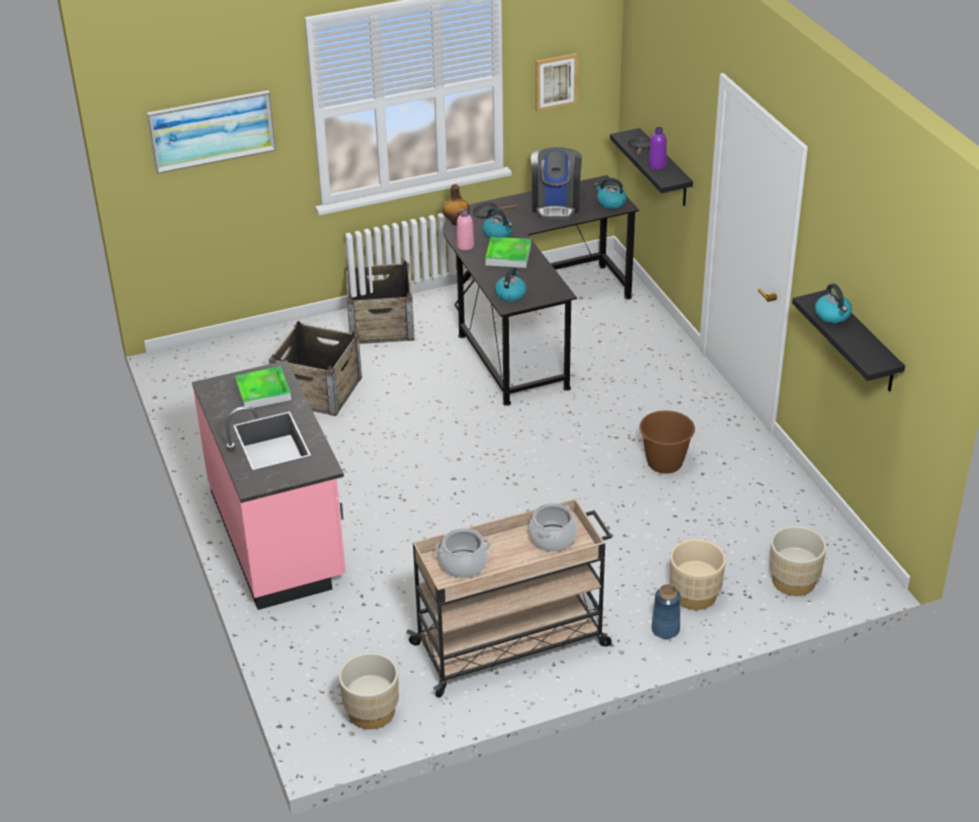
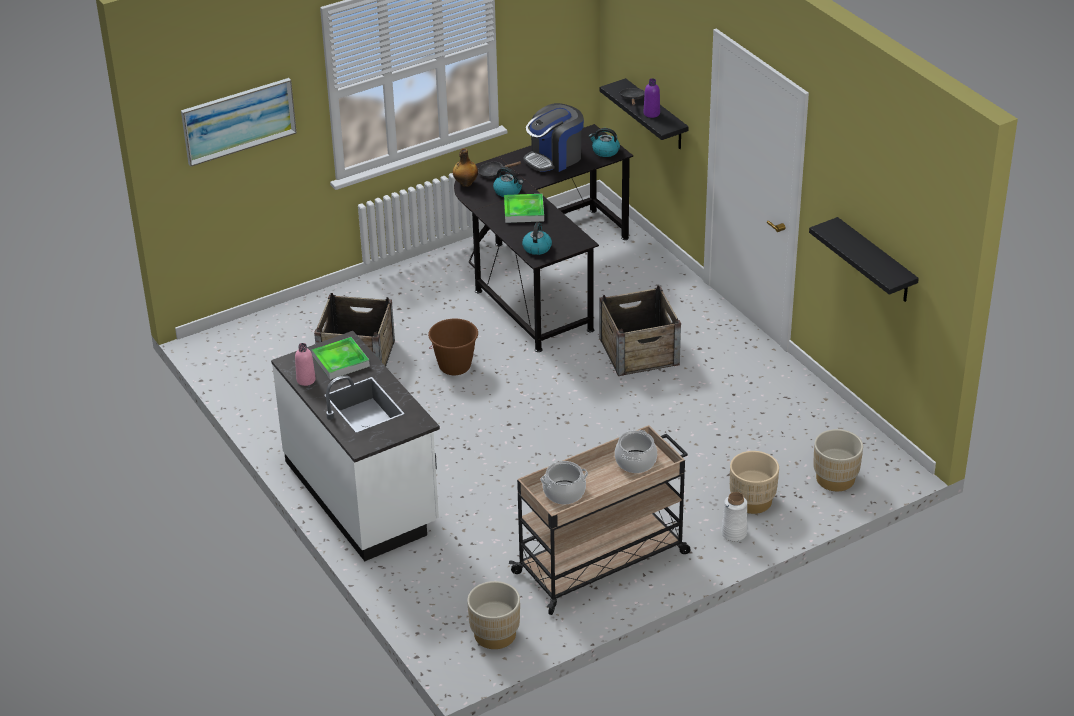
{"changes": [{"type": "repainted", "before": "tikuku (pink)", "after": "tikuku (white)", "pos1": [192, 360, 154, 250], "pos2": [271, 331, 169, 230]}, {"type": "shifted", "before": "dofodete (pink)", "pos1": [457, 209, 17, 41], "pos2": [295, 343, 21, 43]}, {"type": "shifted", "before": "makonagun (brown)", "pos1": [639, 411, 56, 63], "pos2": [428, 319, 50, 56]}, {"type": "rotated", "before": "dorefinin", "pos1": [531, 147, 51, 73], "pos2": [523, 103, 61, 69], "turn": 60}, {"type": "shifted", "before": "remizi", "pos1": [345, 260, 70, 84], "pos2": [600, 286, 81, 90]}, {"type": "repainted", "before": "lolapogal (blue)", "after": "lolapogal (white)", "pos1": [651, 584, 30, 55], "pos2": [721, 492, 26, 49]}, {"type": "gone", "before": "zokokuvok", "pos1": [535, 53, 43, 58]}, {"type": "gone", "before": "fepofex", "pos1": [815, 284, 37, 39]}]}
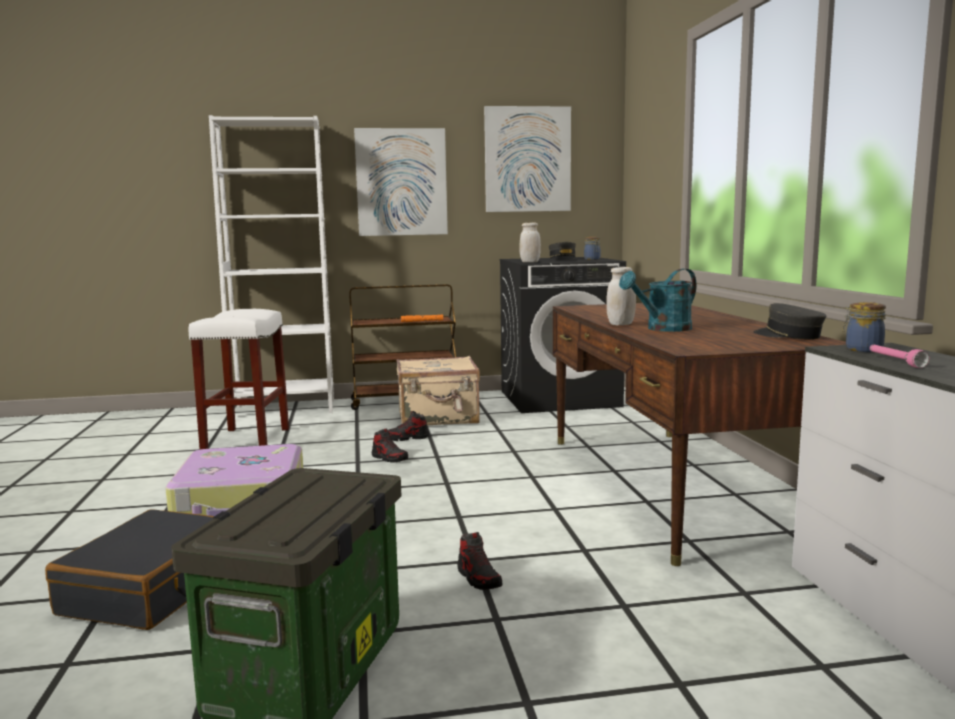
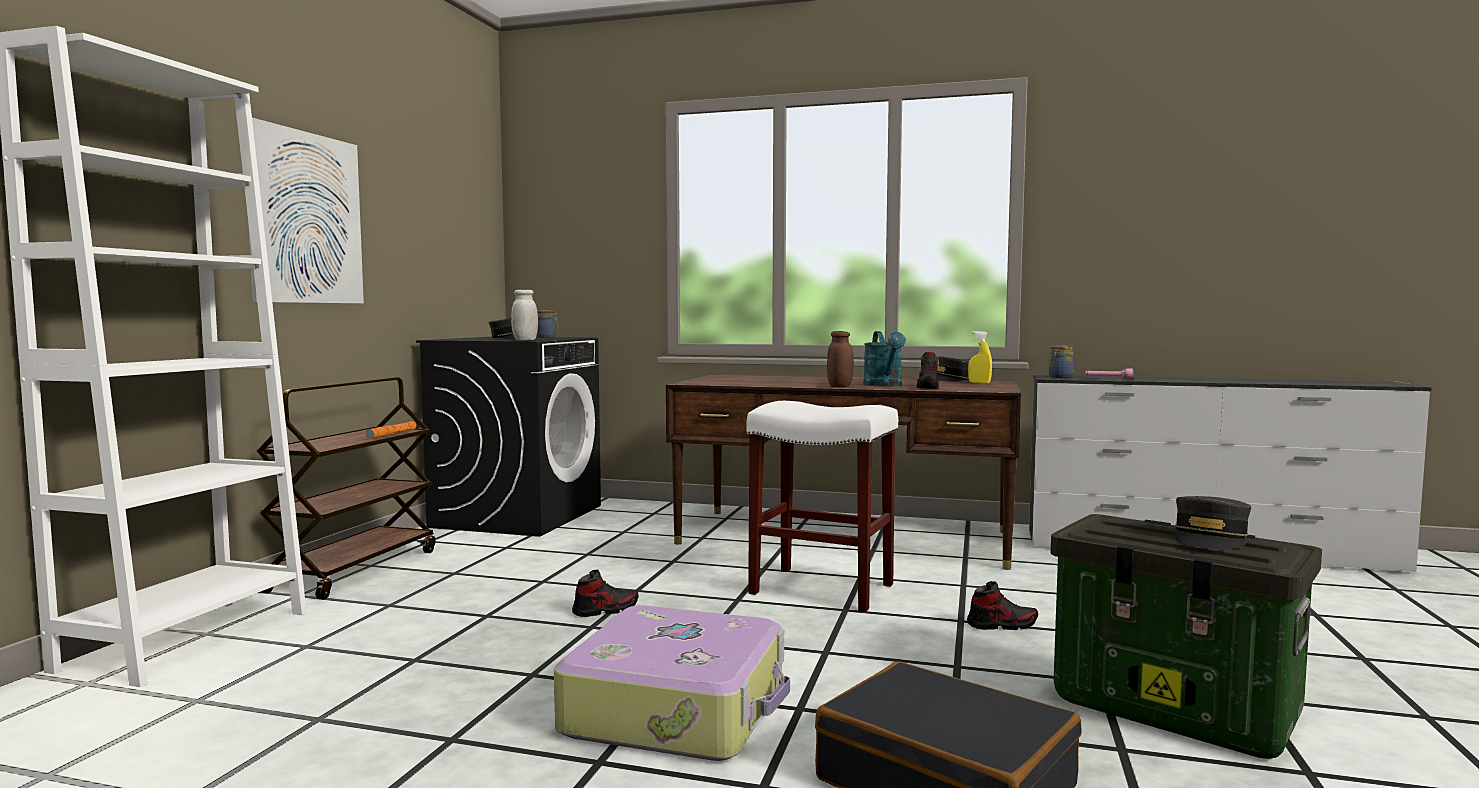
{"changes": [{"type": "shifted", "before": "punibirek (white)", "pos1": [189, 309, 100, 140], "pos2": [747, 401, 151, 211]}, {"type": "repainted", "before": "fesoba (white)", "after": "fesoba (brown)", "pos1": [606, 267, 30, 58], "pos2": [827, 331, 27, 56]}, {"type": "shifted", "before": "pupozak", "pos1": [388, 411, 41, 30], "pos2": [917, 352, 22, 37]}, {"type": "new", "after": "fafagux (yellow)", "pos2": [968, 331, 24, 53]}, {"type": "new", "after": "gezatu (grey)", "pos2": [1173, 496, 78, 54]}, {"type": "gone", "before": "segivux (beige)", "pos1": [396, 356, 84, 69]}, {"type": "gone", "before": "zokokuvok", "pos1": [484, 106, 87, 106]}]}
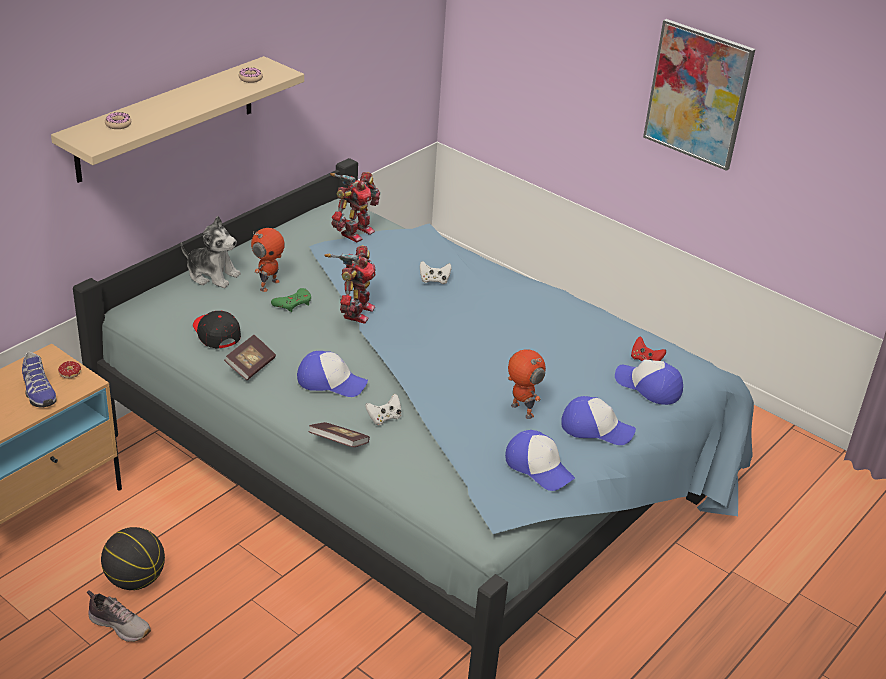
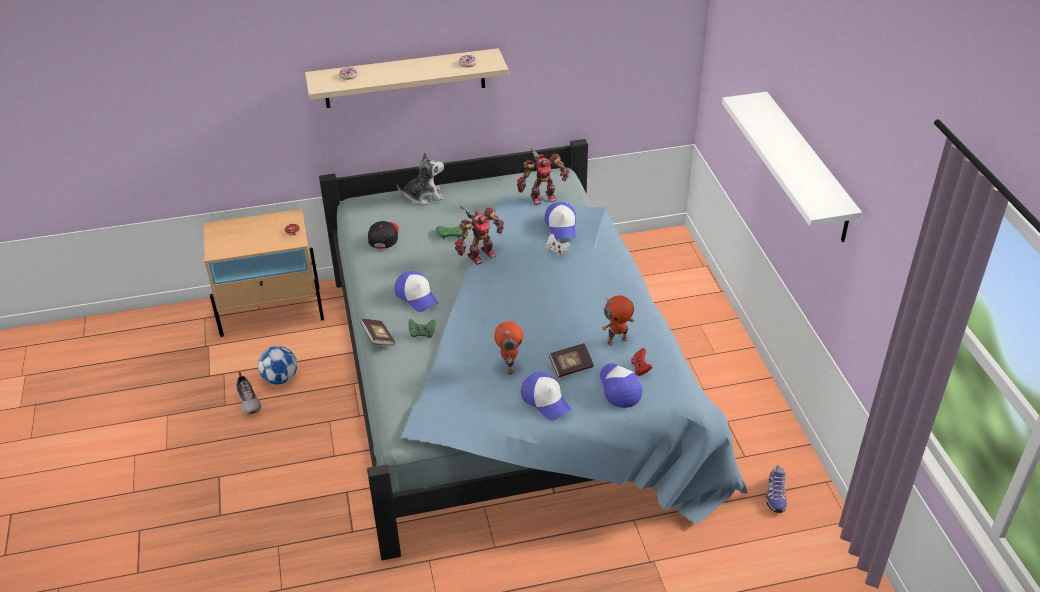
{"changes": [{"type": "swapped", "before": "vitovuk", "after": "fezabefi", "pos1": [101, 527, 64, 63], "pos2": [258, 346, 39, 38]}, {"type": "rotated", "before": "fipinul", "pos1": [181, 216, 60, 72], "pos2": [397, 152, 47, 53], "turn": -75}, {"type": "repainted", "before": "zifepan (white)", "after": "zifepan (green)", "pos1": [365, 394, 36, 31], "pos2": [408, 319, 28, 19]}, {"type": "shifted", "before": "gezatu", "pos1": [505, 430, 70, 61], "pos2": [545, 202, 31, 38]}, {"type": "shifted", "before": "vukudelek", "pos1": [224, 335, 52, 45], "pos2": [549, 343, 45, 35]}, {"type": "shifted", "before": "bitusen", "pos1": [251, 228, 34, 64], "pos2": [602, 296, 32, 50]}, {"type": "swapped", "before": "zokokuvok", "after": "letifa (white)", "pos1": [643, 19, 112, 152], "pos2": [722, 92, 140, 150]}, {"type": "shifted", "before": "pupozak", "pos1": [22, 352, 34, 56], "pos2": [766, 465, 21, 48]}]}
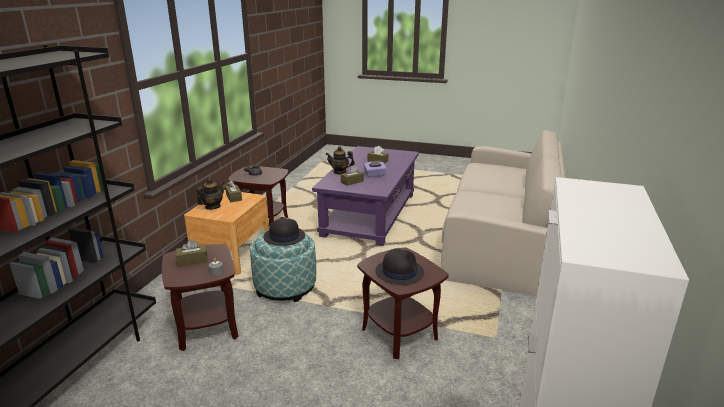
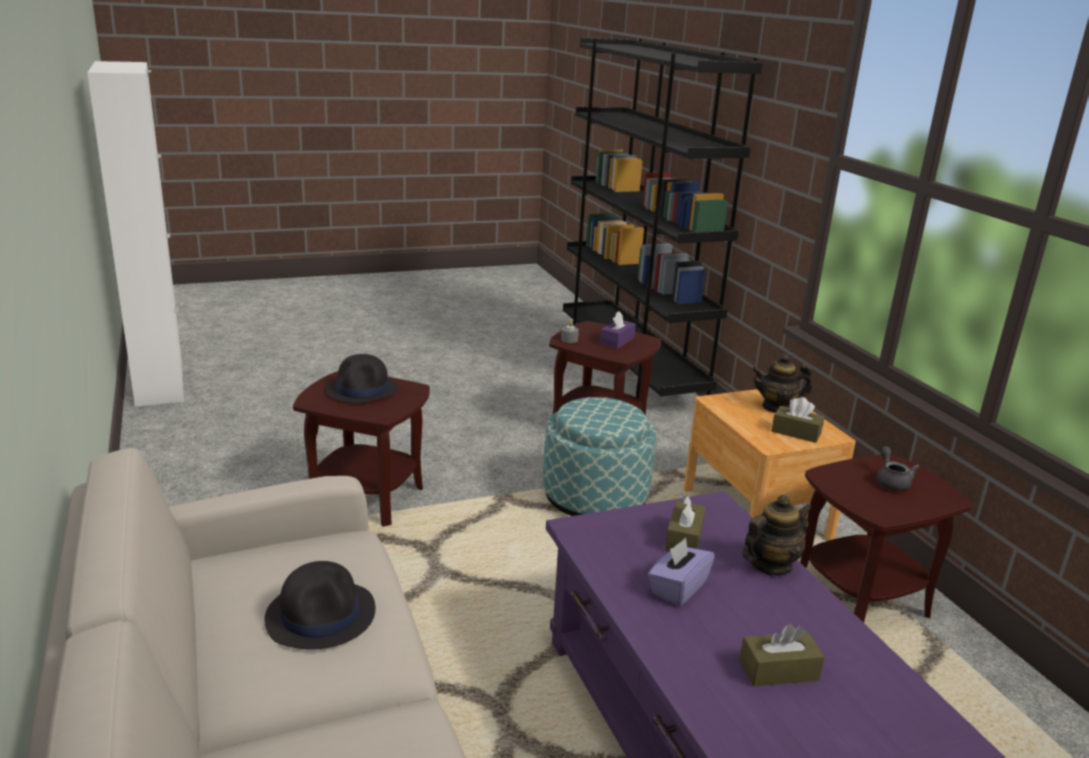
{"changes": [{"type": "shifted", "before": "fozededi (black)", "pos1": [263, 217, 42, 29], "pos2": [264, 561, 111, 89]}, {"type": "repainted", "before": "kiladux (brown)", "after": "kiladux (purple)", "pos1": [176, 239, 32, 28], "pos2": [600, 311, 36, 38]}, {"type": "rotated", "before": "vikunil", "pos1": [197, 178, 27, 32], "pos2": [752, 354, 60, 59], "turn": 90}]}
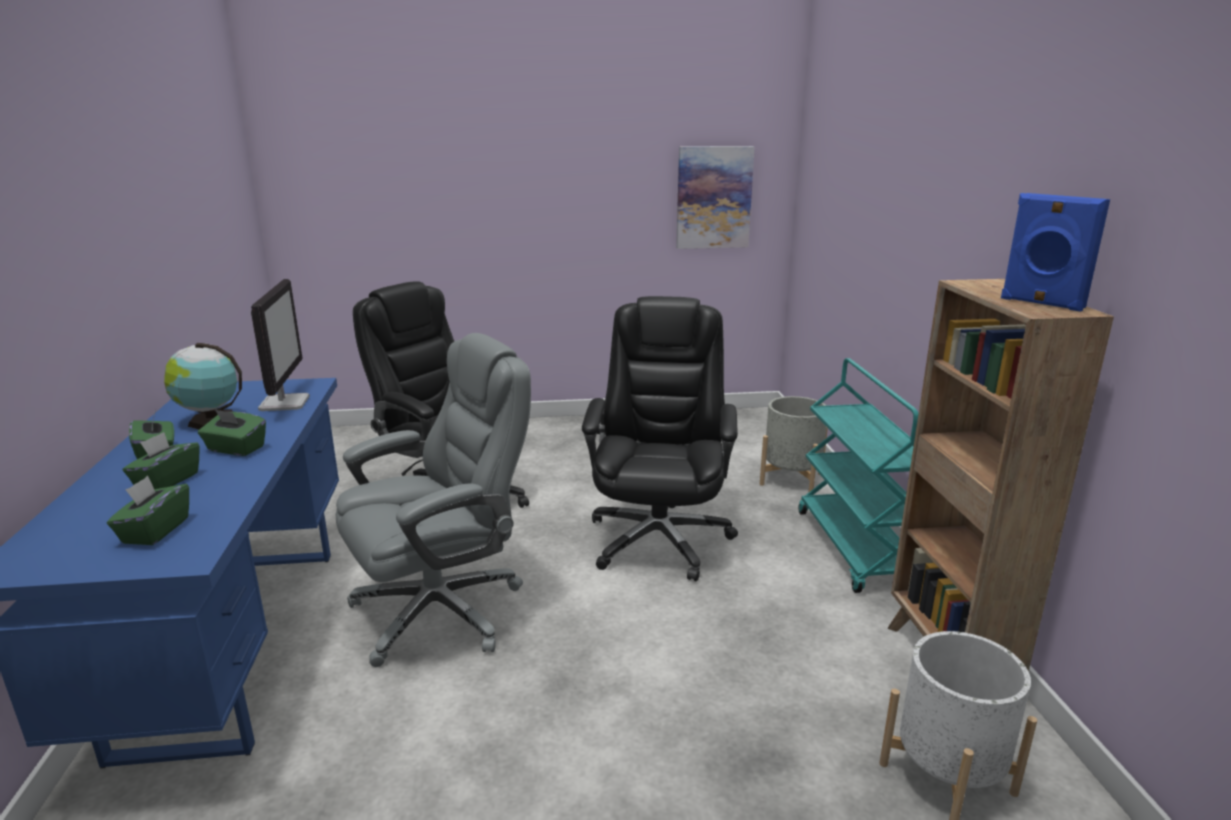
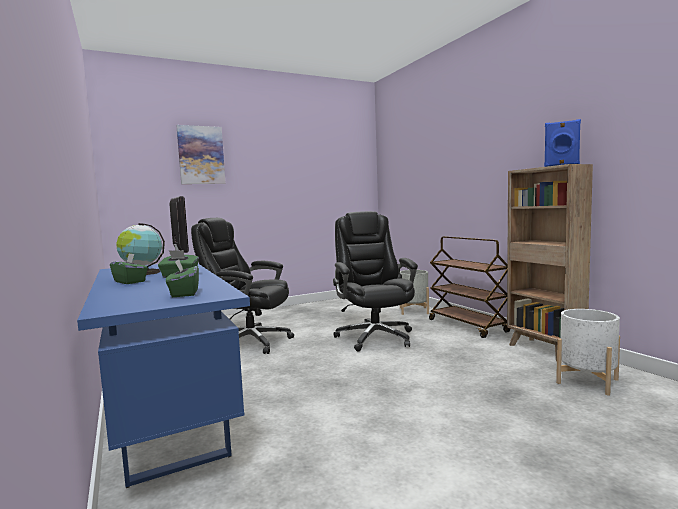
{"changes": [{"type": "shifted", "before": "zokokuvok", "pos1": [676, 146, 79, 103], "pos2": [176, 125, 50, 59]}, {"type": "repainted", "before": "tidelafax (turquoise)", "after": "tidelafax (brown)", "pos1": [798, 358, 121, 235], "pos2": [429, 236, 82, 102]}, {"type": "gone", "before": "kiladux (green)", "pos1": [123, 432, 77, 57]}, {"type": "gone", "before": "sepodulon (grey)", "pos1": [336, 333, 195, 334]}]}
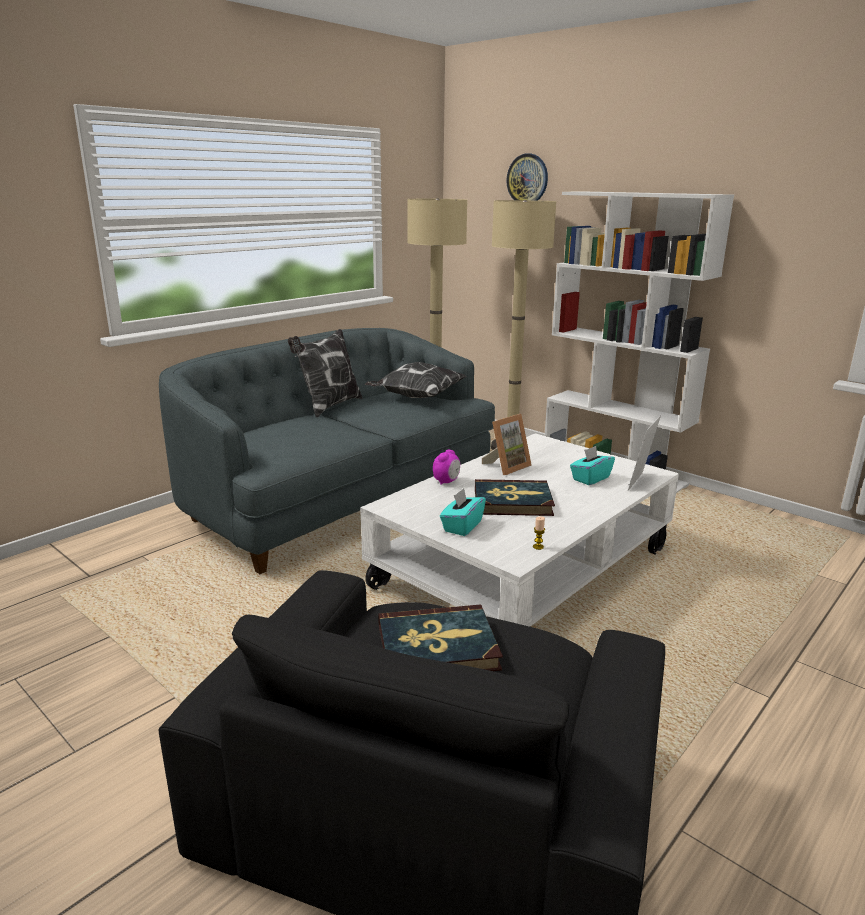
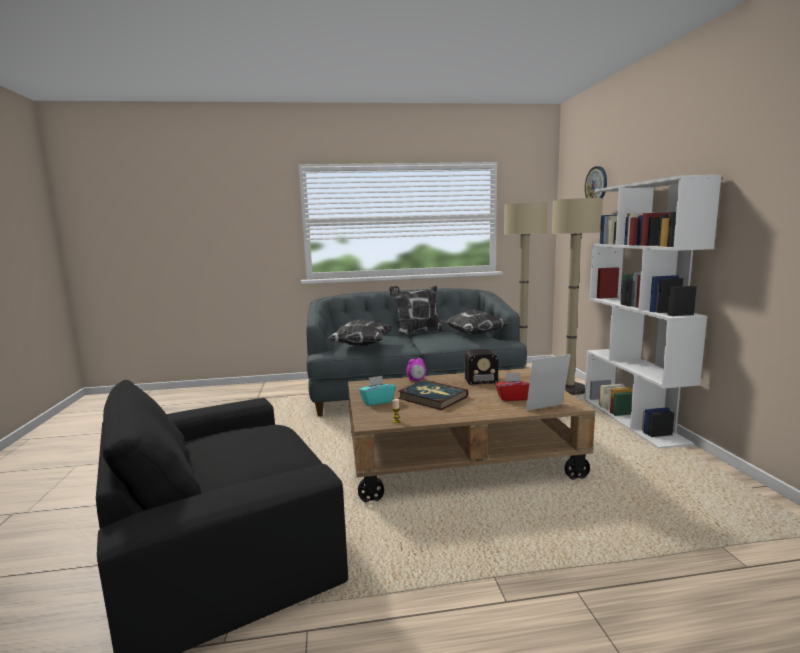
{"changes": [{"type": "new", "after": "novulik", "pos2": [327, 319, 67, 27]}, {"type": "repainted", "before": "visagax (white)", "after": "visagax (brown)", "pos1": [360, 433, 319, 194], "pos2": [348, 368, 247, 134]}, {"type": "swapped", "before": "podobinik", "after": "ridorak", "pos1": [482, 414, 50, 61], "pos2": [447, 349, 51, 37]}, {"type": "repainted", "before": "kiladux (turquoise)", "after": "kiladux (red)", "pos1": [570, 446, 45, 39], "pos2": [495, 373, 34, 28]}, {"type": "gone", "before": "vukudelek", "pos1": [378, 604, 125, 67]}]}
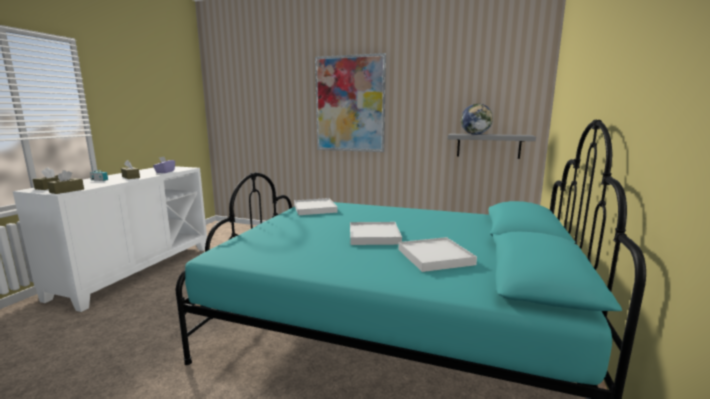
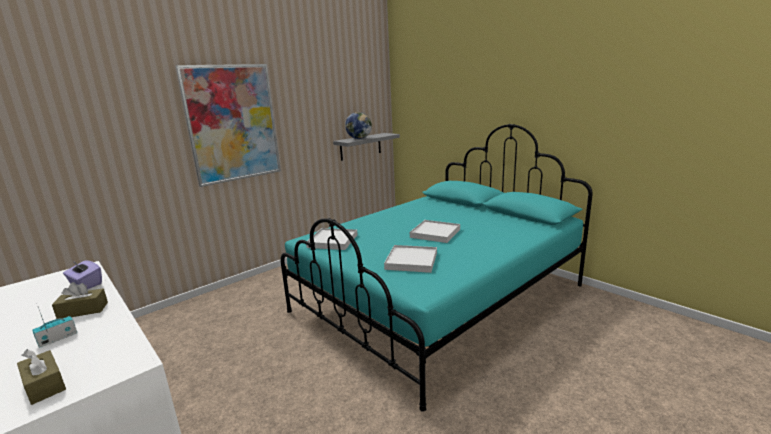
{"changes": [{"type": "shifted", "before": "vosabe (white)", "pos1": [399, 237, 78, 35], "pos2": [384, 245, 53, 28]}, {"type": "gone", "before": "kiladux (brown)", "pos1": [47, 170, 37, 24]}]}
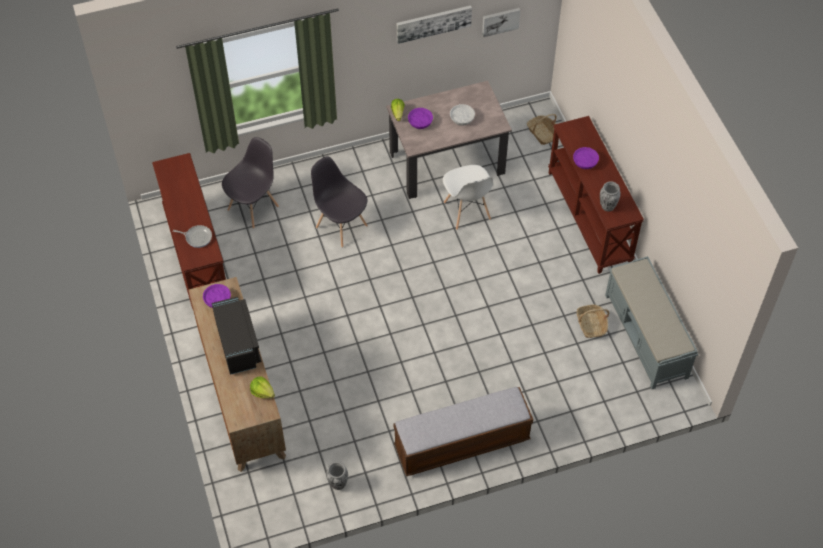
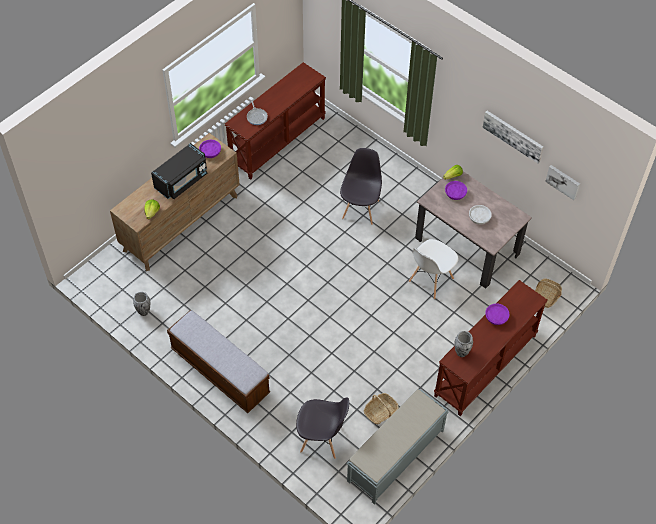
{"changes": [{"type": "shifted", "before": "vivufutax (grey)", "pos1": [222, 137, 57, 92], "pos2": [296, 397, 53, 62]}]}
